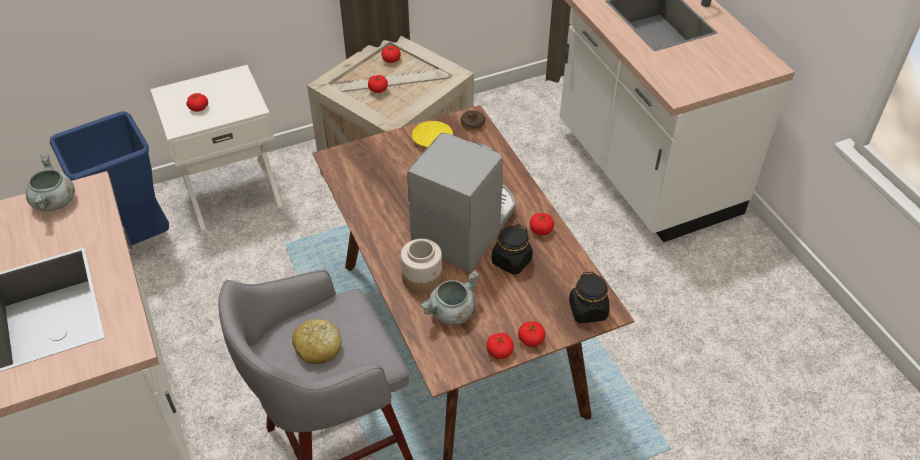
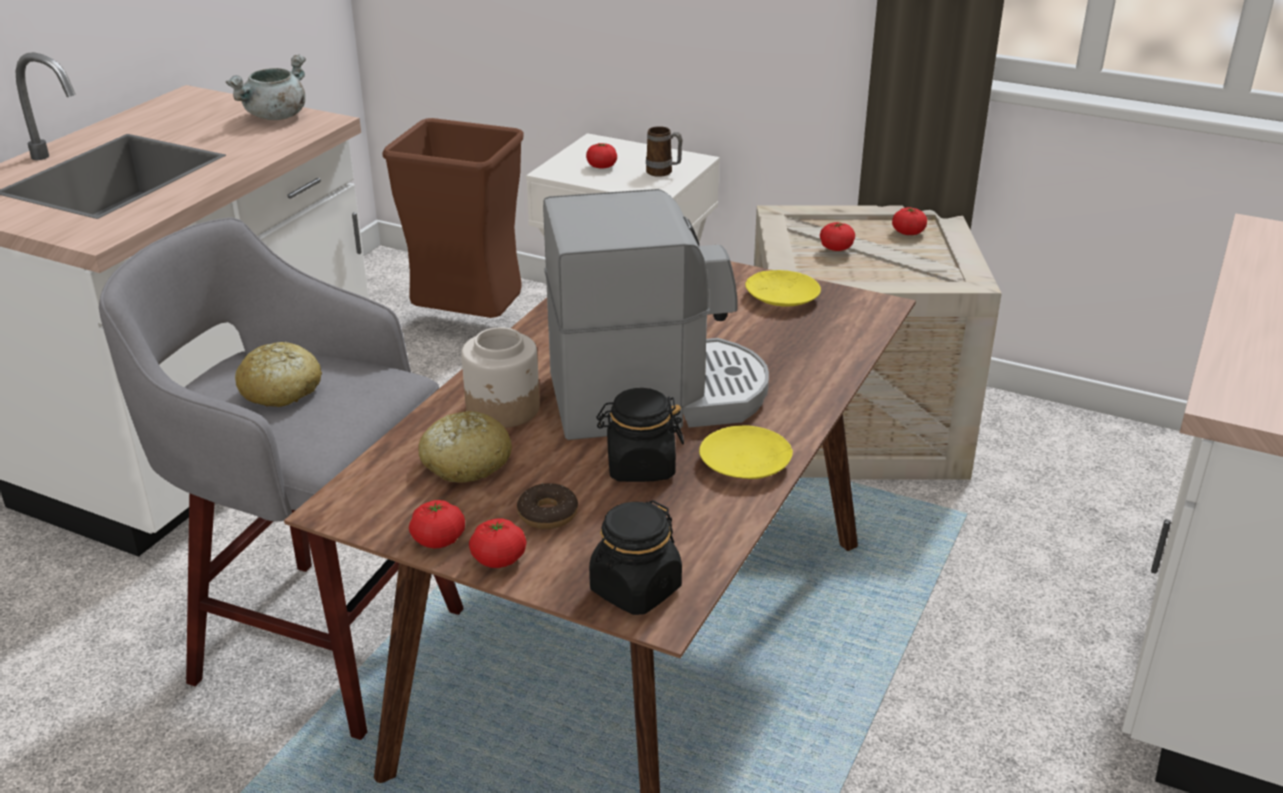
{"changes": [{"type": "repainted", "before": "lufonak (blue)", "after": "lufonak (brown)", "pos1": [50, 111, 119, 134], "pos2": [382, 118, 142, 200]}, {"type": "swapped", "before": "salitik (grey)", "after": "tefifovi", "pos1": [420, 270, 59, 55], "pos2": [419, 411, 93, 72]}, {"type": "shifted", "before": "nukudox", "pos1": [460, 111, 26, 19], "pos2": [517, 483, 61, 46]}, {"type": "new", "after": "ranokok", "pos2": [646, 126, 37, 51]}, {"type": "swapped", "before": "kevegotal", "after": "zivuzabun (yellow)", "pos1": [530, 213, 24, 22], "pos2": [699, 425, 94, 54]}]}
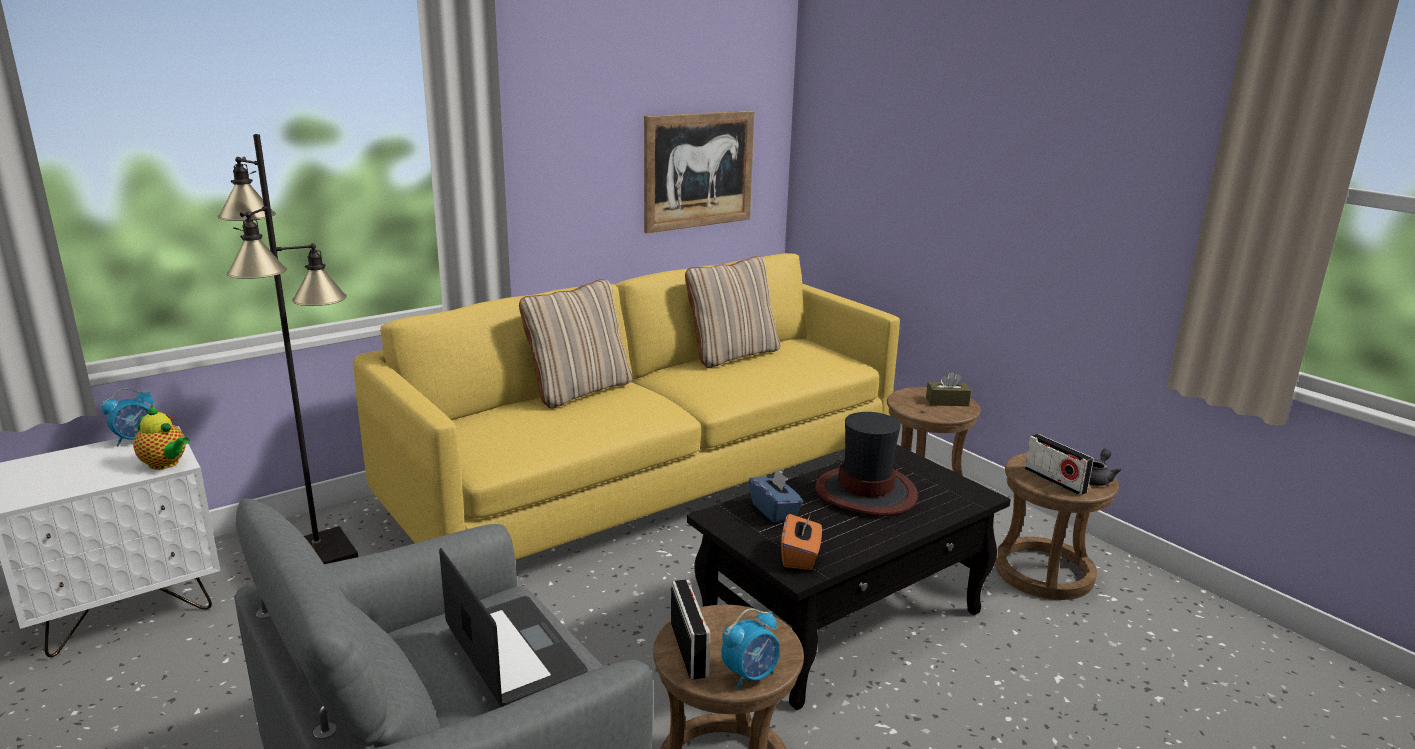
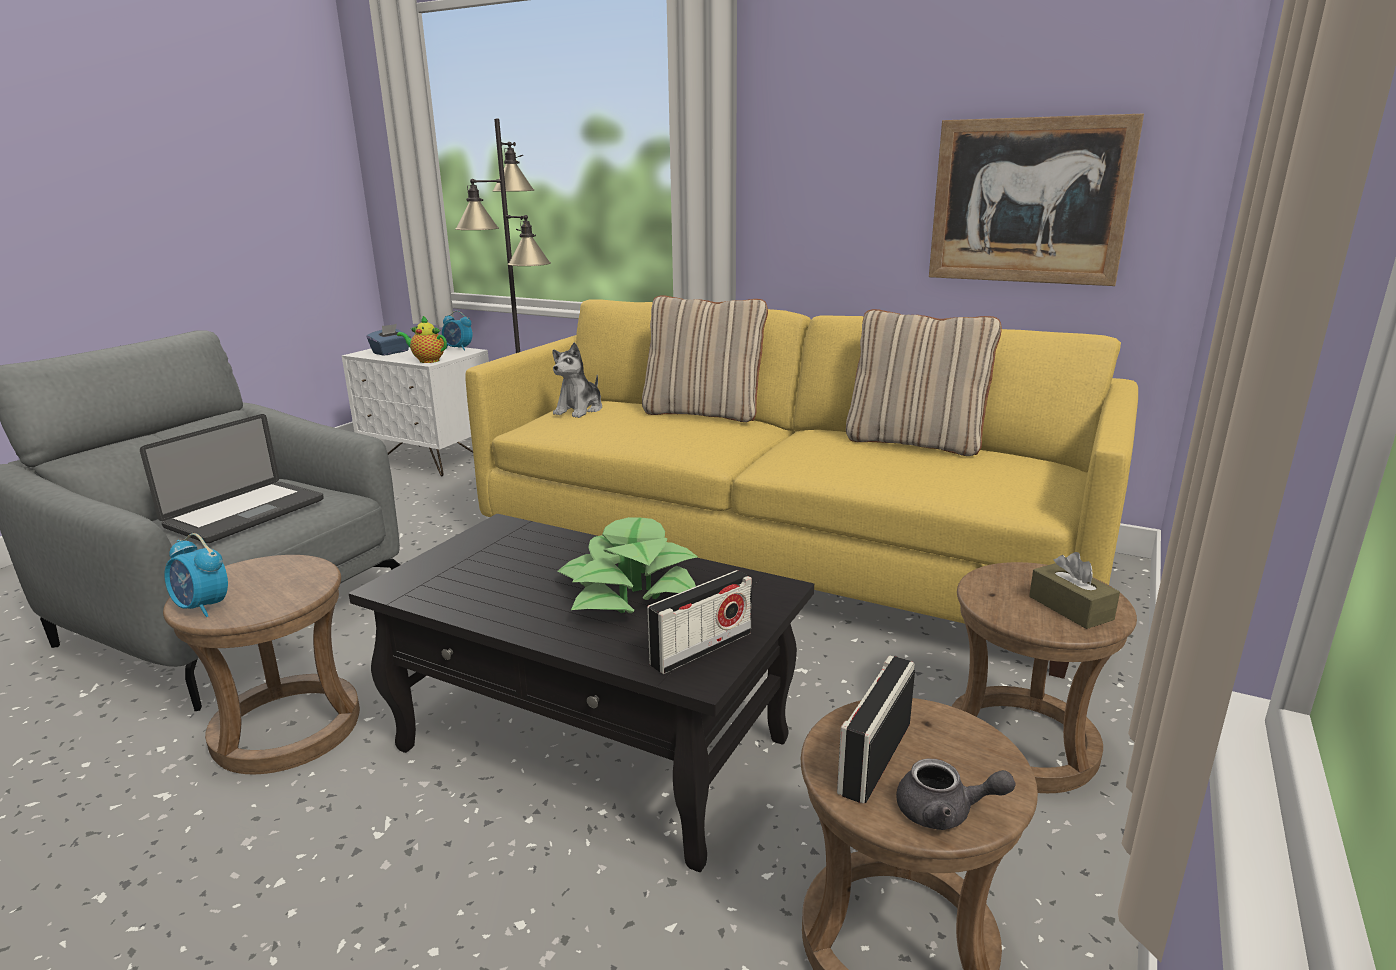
{"changes": [{"type": "shifted", "before": "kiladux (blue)", "pos1": [749, 469, 54, 54], "pos2": [367, 324, 44, 32]}, {"type": "rotated", "before": "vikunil", "pos1": [133, 405, 57, 65], "pos2": [397, 316, 50, 47], "turn": 105}, {"type": "new", "after": "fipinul", "pos2": [552, 342, 50, 76]}, {"type": "swapped", "before": "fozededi", "after": "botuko", "pos1": [815, 412, 103, 104], "pos2": [557, 517, 141, 96]}, {"type": "shifted", "before": "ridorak", "pos1": [671, 579, 39, 101], "pos2": [647, 570, 105, 104]}, {"type": "gone", "before": "kiladux (orange)", "pos1": [781, 514, 41, 56]}]}
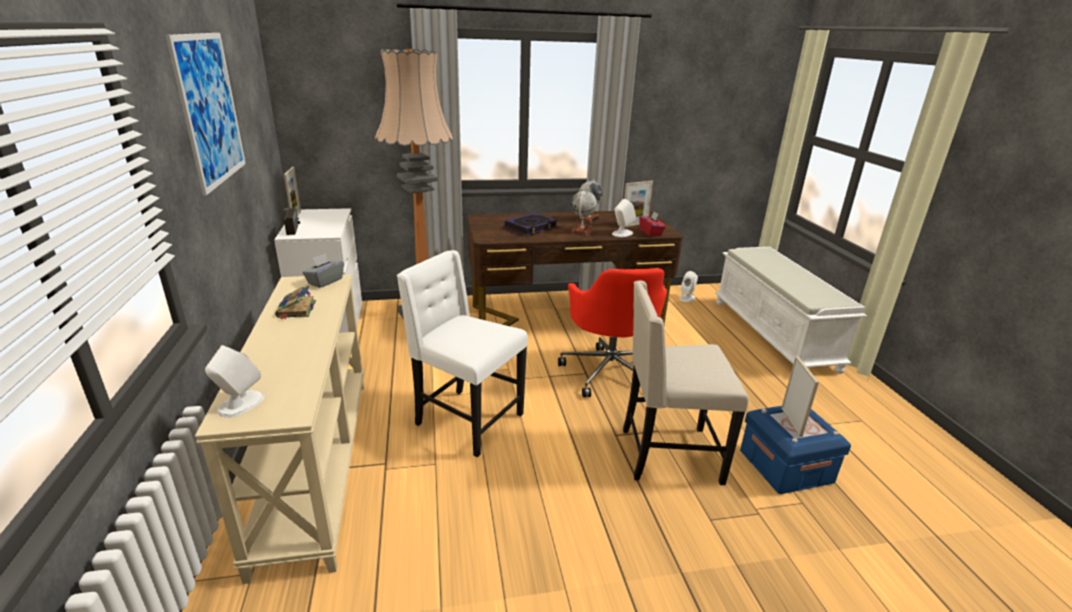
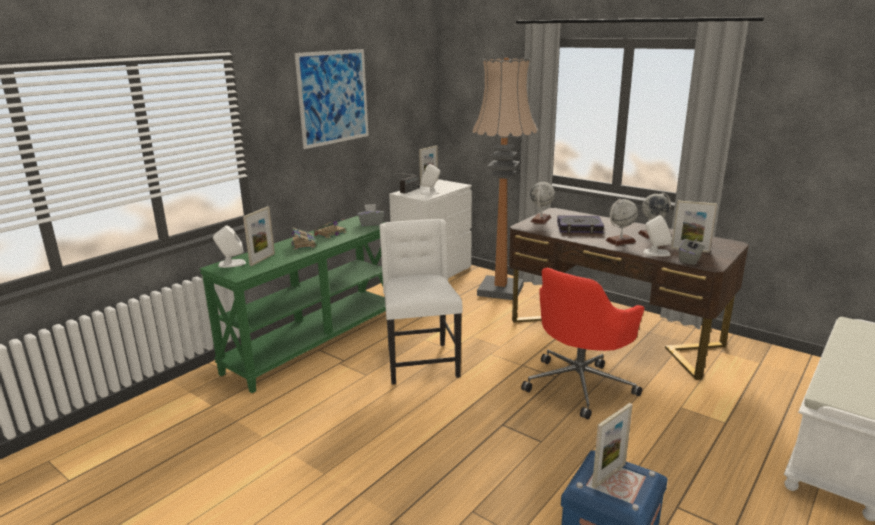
{"changes": [{"type": "repainted", "before": "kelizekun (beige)", "after": "kelizekun (green)", "pos1": [195, 274, 169, 310], "pos2": [199, 216, 187, 177]}, {"type": "new", "after": "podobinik", "pos2": [243, 206, 32, 60]}, {"type": "new", "after": "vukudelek", "pos2": [292, 228, 24, 22]}, {"type": "shifted", "before": "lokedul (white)", "pos1": [679, 271, 19, 31], "pos2": [420, 164, 20, 31]}, {"type": "new", "after": "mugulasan", "pos2": [530, 182, 25, 42]}, {"type": "repainted", "before": "kiladux (red)", "after": "kiladux (grey)", "pos1": [639, 212, 27, 25], "pos2": [679, 238, 26, 27]}, {"type": "gone", "before": "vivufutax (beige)", "pos1": [623, 280, 126, 205]}]}
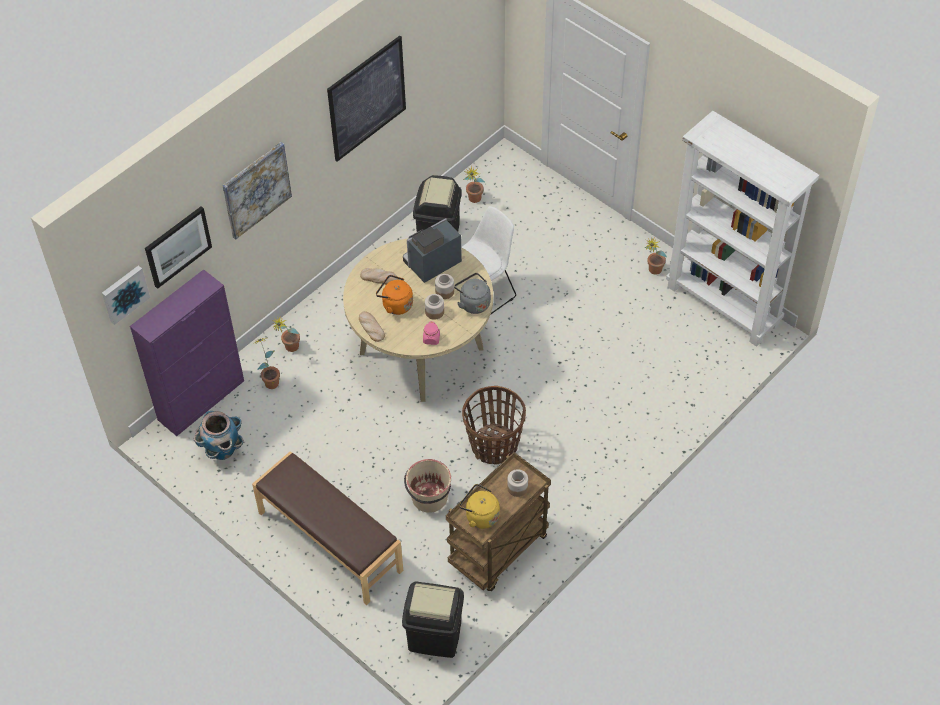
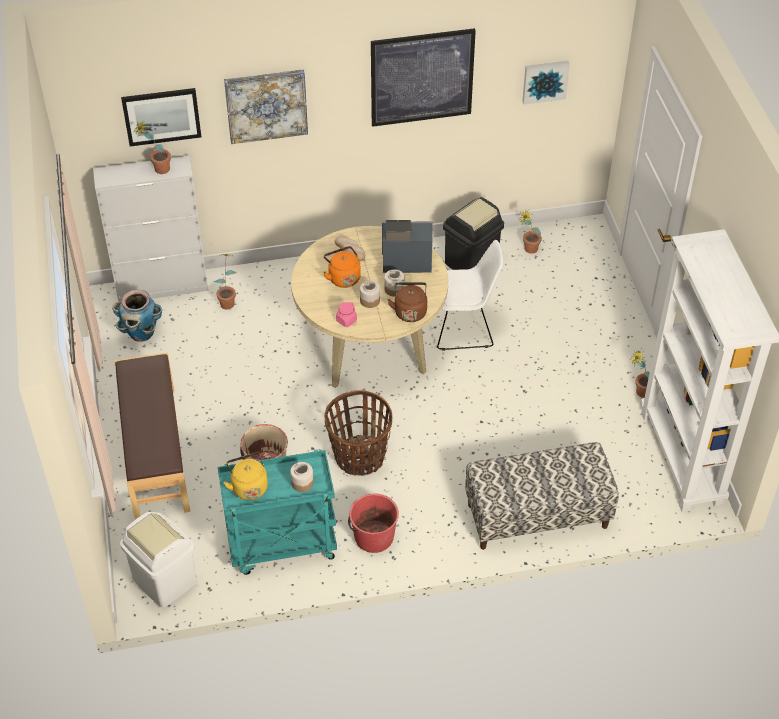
{"changes": [{"type": "repainted", "before": "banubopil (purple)", "after": "banubopil (white)", "pos1": [130, 269, 114, 167], "pos2": [93, 156, 115, 146]}, {"type": "repainted", "before": "lufonak (black)", "after": "lufonak (white)", "pos1": [402, 581, 62, 77], "pos2": [120, 512, 77, 96]}, {"type": "shifted", "before": "botuko", "pos1": [273, 315, 27, 37], "pos2": [134, 120, 37, 54]}, {"type": "repainted", "before": "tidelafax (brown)", "after": "tidelafax (turquoise)", "pos1": [446, 452, 105, 139], "pos2": [217, 449, 120, 126]}, {"type": "new", "after": "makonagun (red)", "pos2": [348, 493, 51, 60]}, {"type": "repainted", "before": "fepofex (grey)", "after": "fepofex (brown)", "pos1": [454, 273, 37, 41], "pos2": [387, 282, 40, 40]}, {"type": "new", "after": "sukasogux", "pos2": [465, 442, 154, 108]}, {"type": "shifted", "before": "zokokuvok", "pos1": [102, 265, 48, 60], "pos2": [522, 61, 48, 44]}, {"type": "gone", "before": "tefifovi", "pos1": [359, 311, 26, 31]}]}
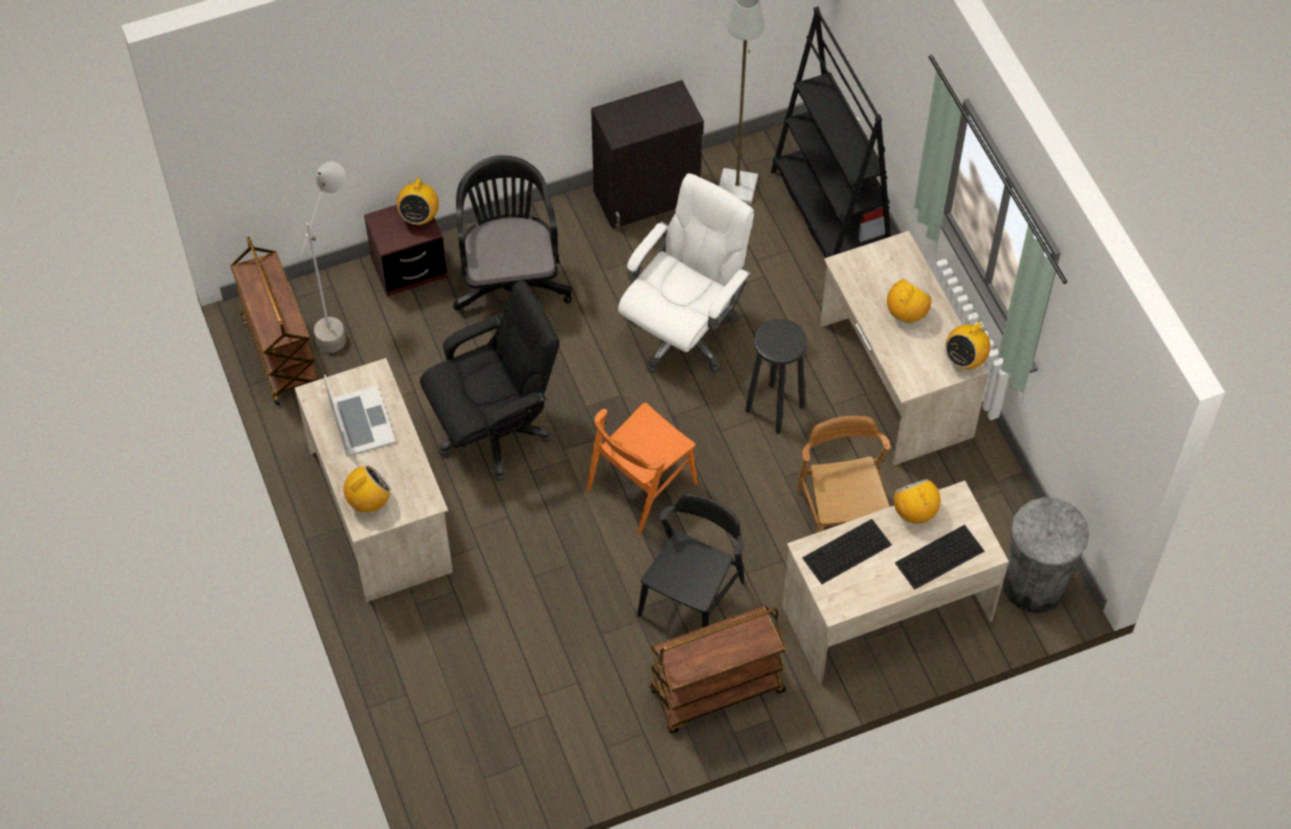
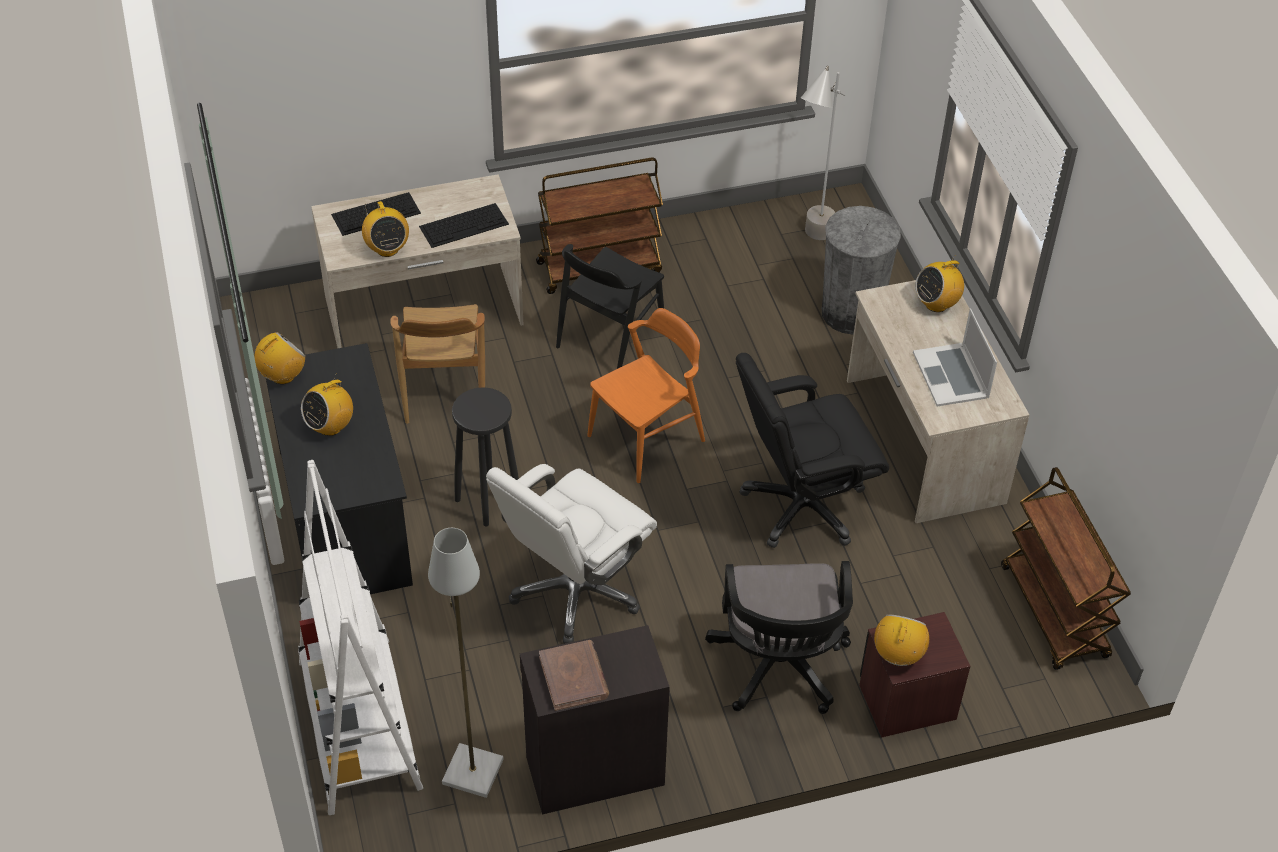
{"changes": [{"type": "repainted", "before": "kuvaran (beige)", "after": "kuvaran (black)", "pos1": [820, 231, 169, 234], "pos2": [266, 343, 147, 251]}, {"type": "repainted", "before": "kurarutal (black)", "after": "kurarutal (white)", "pos1": [771, 6, 120, 252], "pos2": [298, 460, 125, 355]}, {"type": "new", "after": "vukudelek (brown)", "pos2": [539, 640, 70, 71]}, {"type": "shifted", "before": "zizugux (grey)", "pos1": [301, 162, 45, 191], "pos2": [801, 66, 44, 174]}, {"type": "shifted", "before": "lufonak (grey)", "pos1": [1003, 497, 86, 116], "pos2": [822, 206, 79, 128]}]}
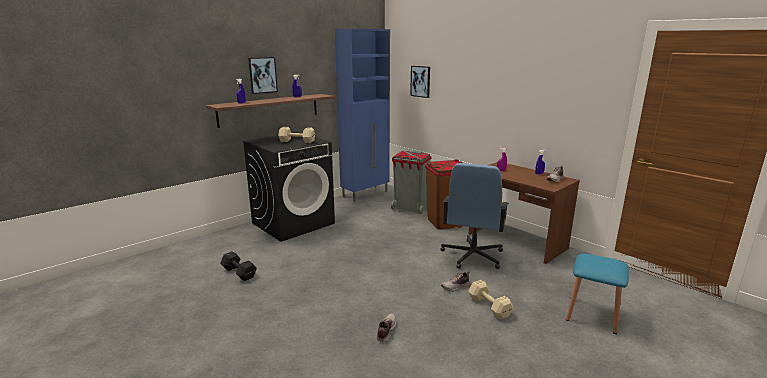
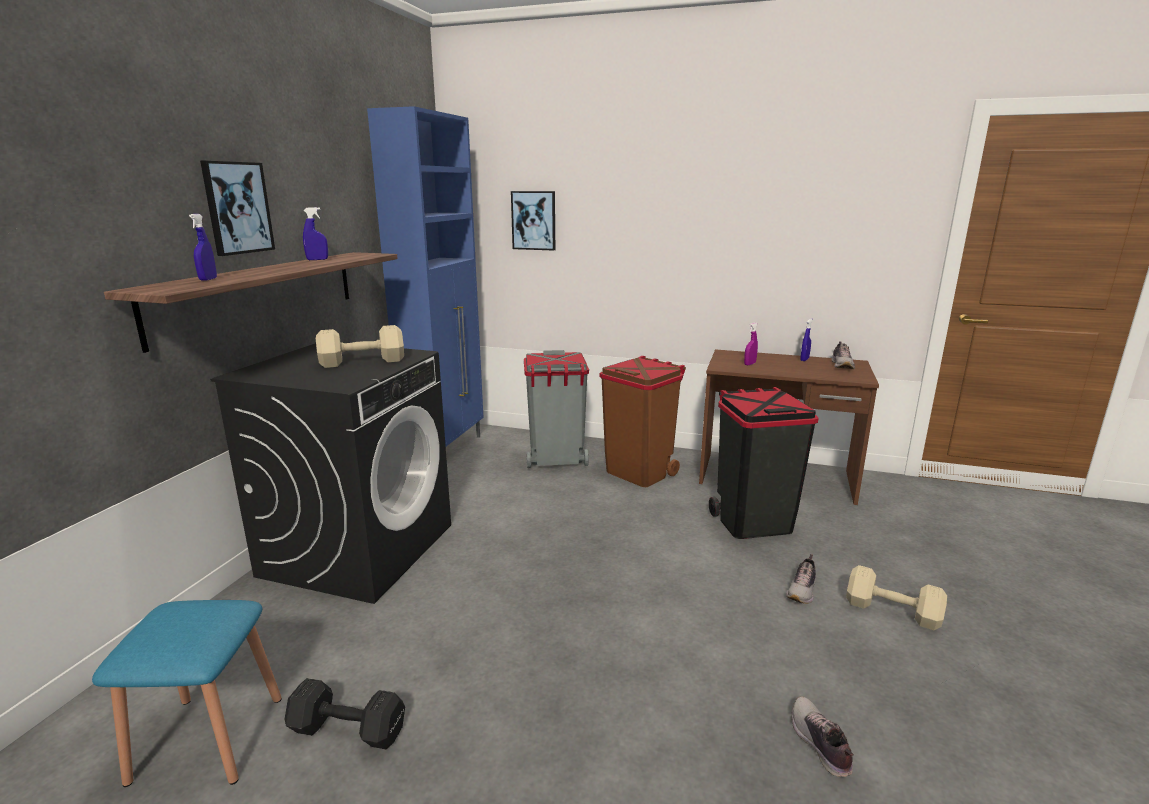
{"changes": [{"type": "shifted", "before": "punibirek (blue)", "pos1": [566, 254, 63, 80], "pos2": [92, 600, 190, 187]}, {"type": "swapped", "before": "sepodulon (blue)", "after": "lufonak (black)", "pos1": [440, 163, 69, 106], "pos2": [709, 387, 110, 152]}]}
